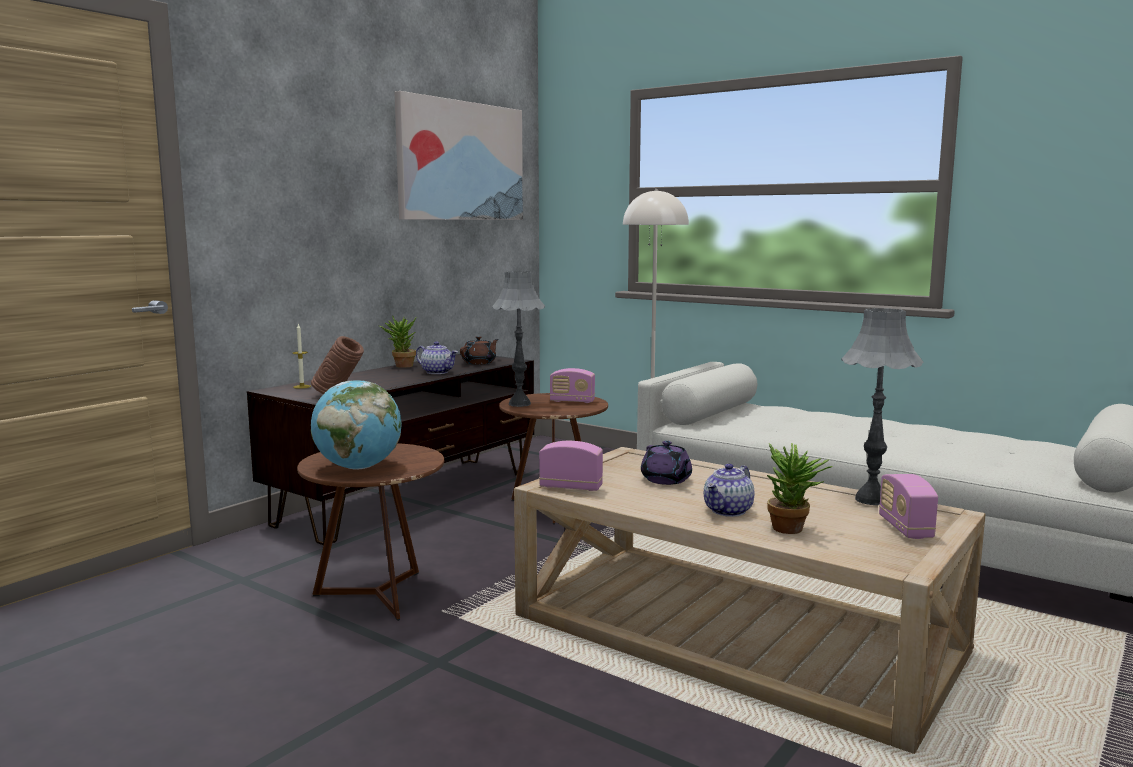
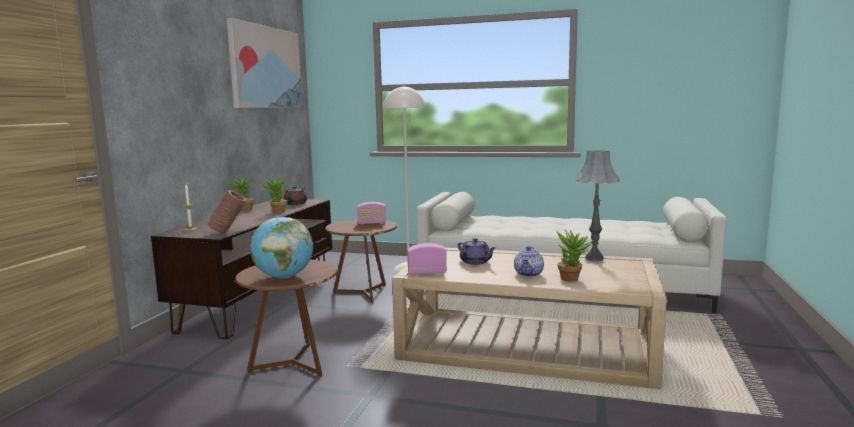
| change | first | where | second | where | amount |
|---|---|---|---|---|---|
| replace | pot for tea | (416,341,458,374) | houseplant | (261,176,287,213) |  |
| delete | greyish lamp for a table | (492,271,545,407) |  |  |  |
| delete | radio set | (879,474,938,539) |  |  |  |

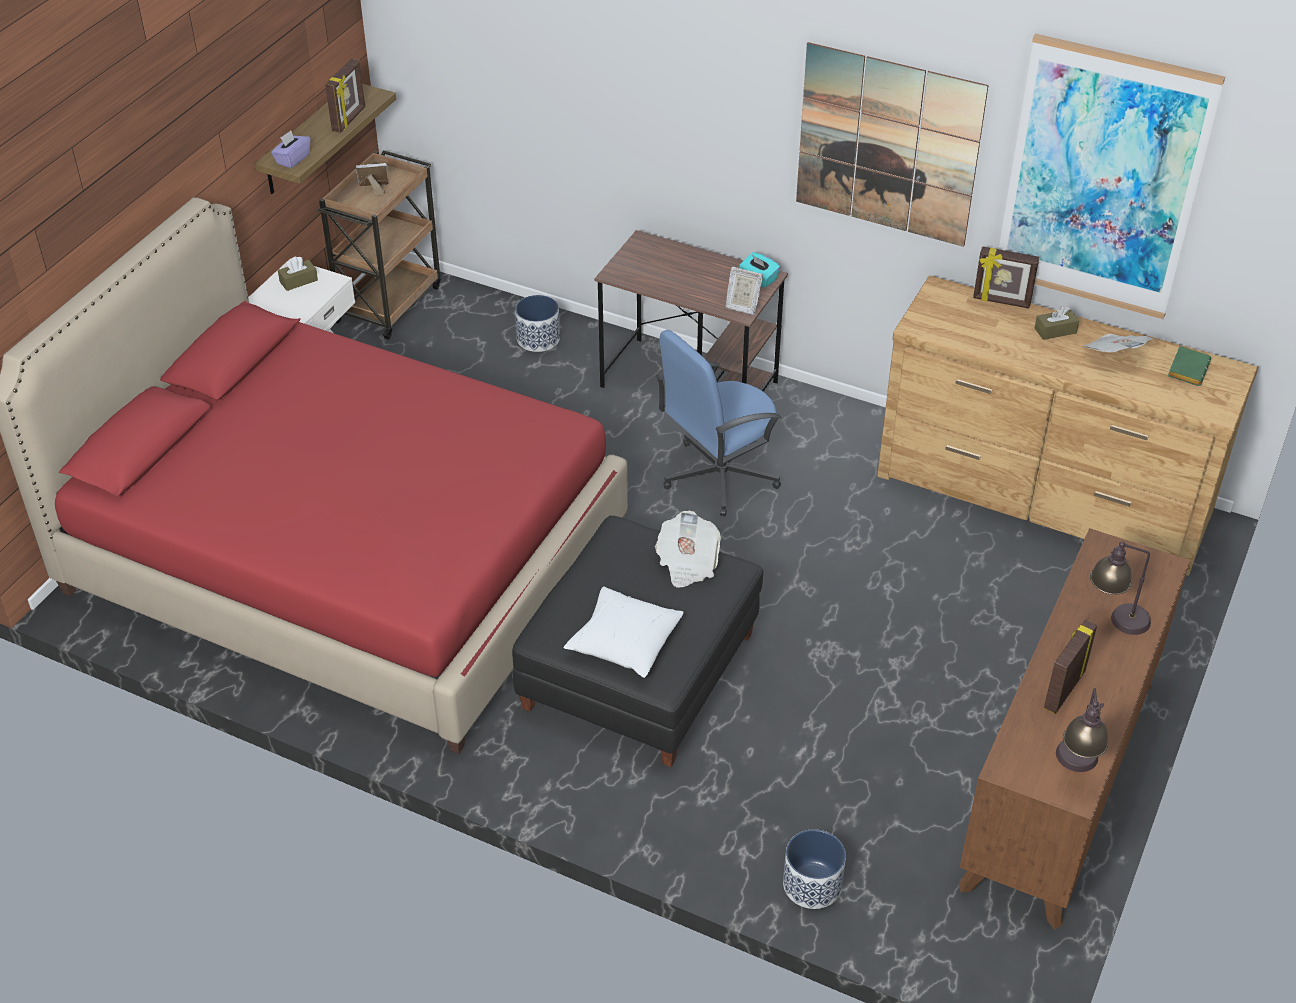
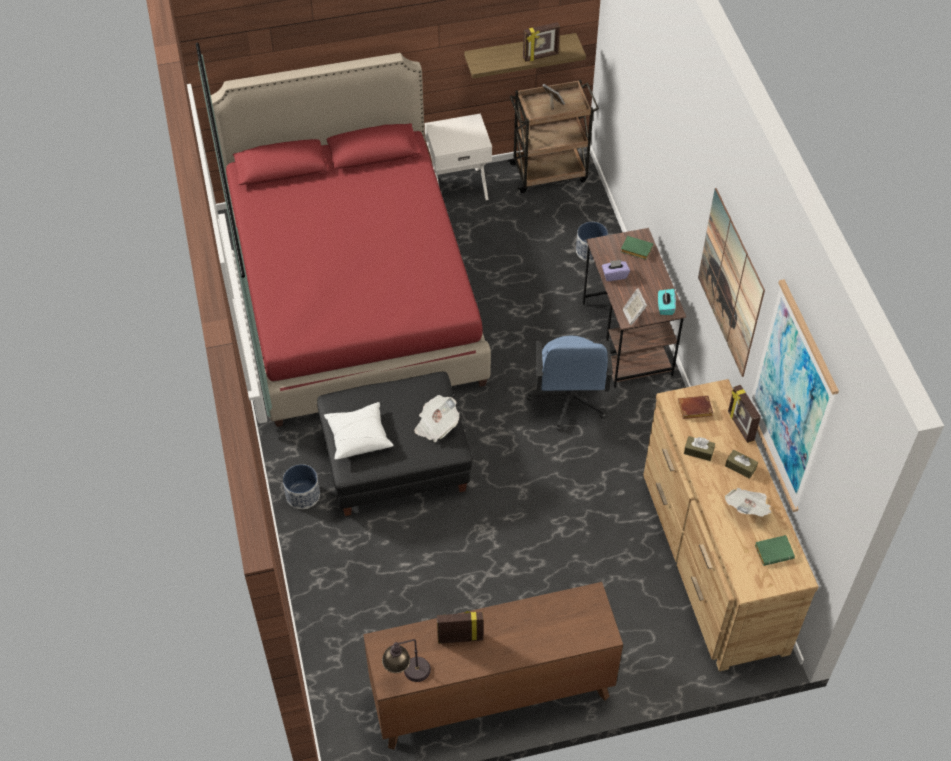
| change | first | where | second | where | amount |
|---|---|---|---|---|---|
| move | purple tissue holder | (271,131,310,168) |  | (602,260,630,281) |  |
| move | brown-coloured tissue holder | (278,256,318,291) |  | (684,436,715,461) |  |
| rotate | bluish desk chair | (656,330,781,517) |  | (527,335,613,431) | 105 degrees counterclockwise |
| move | planter | (783,829,846,909) |  | (283,464,320,509) |  |
| delete | lamp for a table | (1090,541,1151,635) |  |  |  |
| insert |  |  | greenish volume | (621,236,653,260) |  |
| insert |  |  | brown-coloured volume | (678,396,713,419) |  |

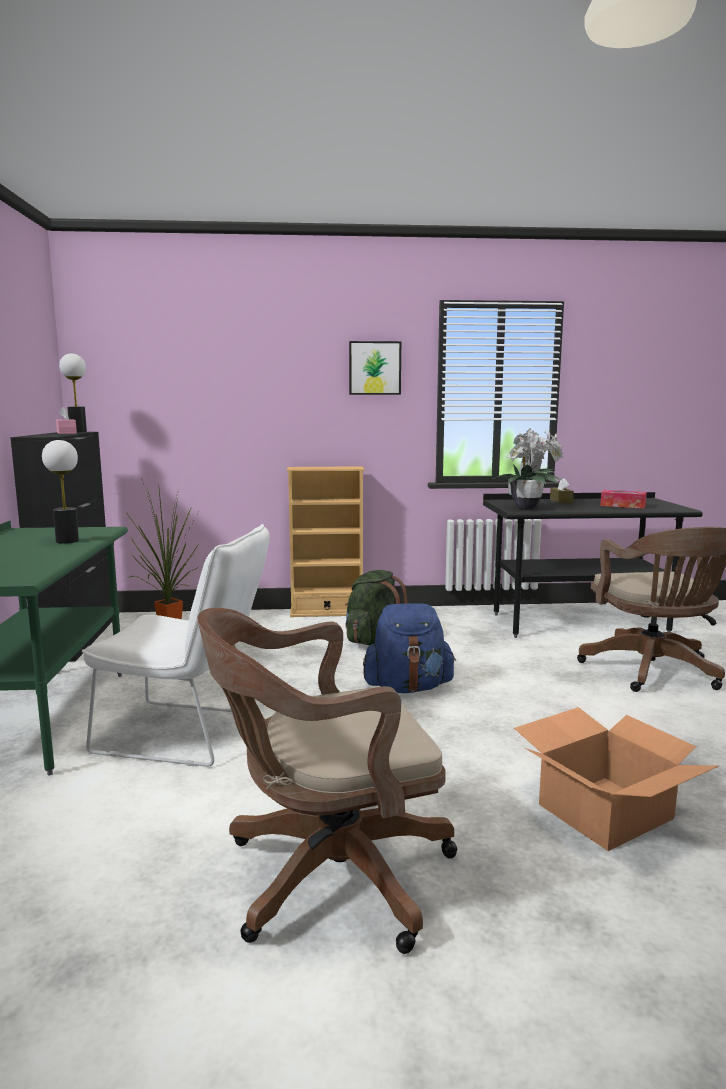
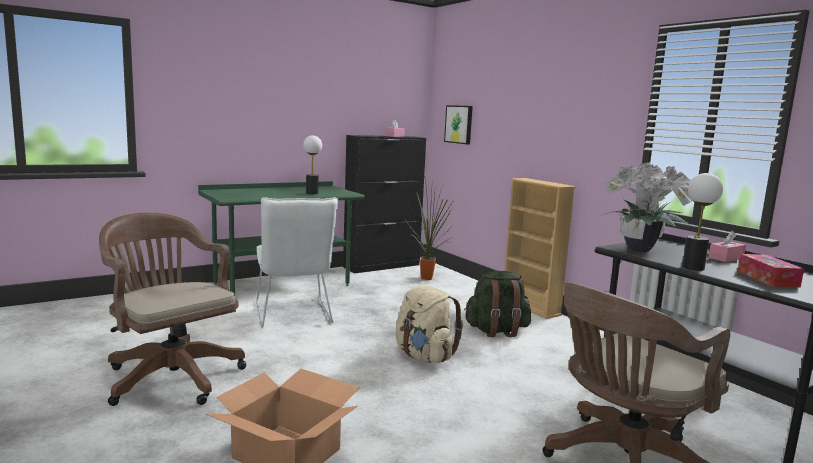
| change | first | where | second | where | amount |
|---|---|---|---|---|---|
| move | lamp for a table | (59,353,87,432) |  | (682,173,723,271) |  |
| move | picture | (349,341,401,395) |  | (444,105,473,144) |  |
| recolor | bluish rucksack | (363,603,456,693) | beige rucksack | (395,286,463,363) |  |
| recolor | brown-coloured tissue holder | (550,478,574,503) | pink-coloured tissue holder | (708,231,746,262) |  |

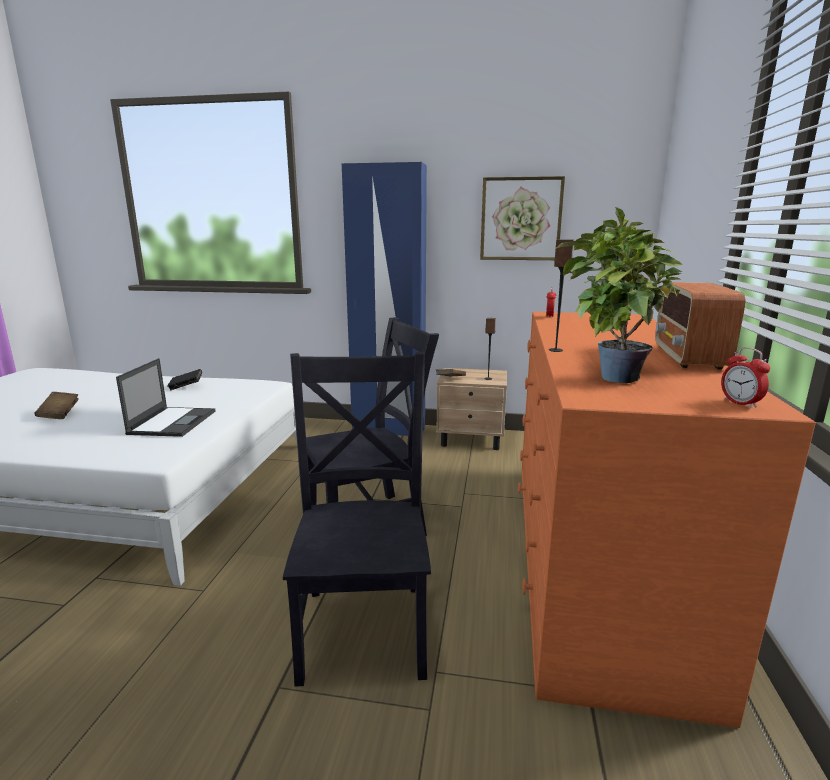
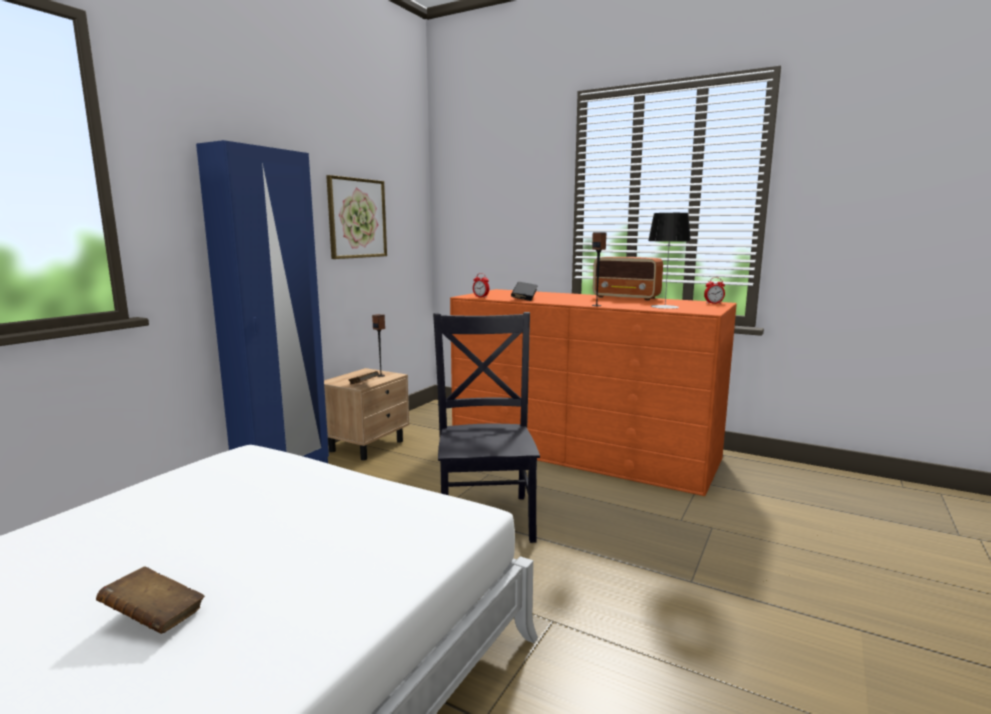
| change | first | where | second | where | amount |
|---|---|---|---|---|---|
| delete | notebook computer | (116,358,215,437) |  |  |  |
| move | black-coloured volume | (168,369,202,390) |  | (511,282,538,301) |  |
| delete | black-coloured upright chair | (283,352,431,687) |  |  |  |
| replace | houseplant | (555,207,683,383) | lamp for a table | (648,213,691,309) |  |

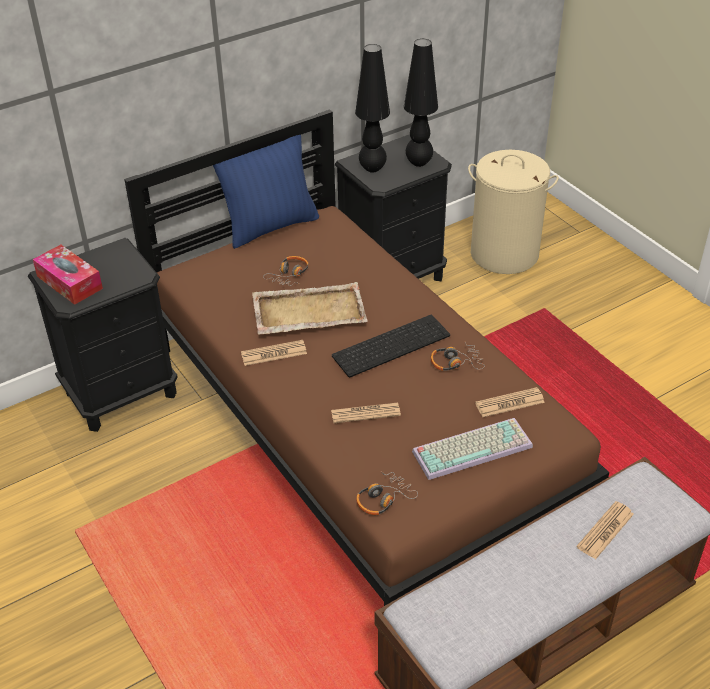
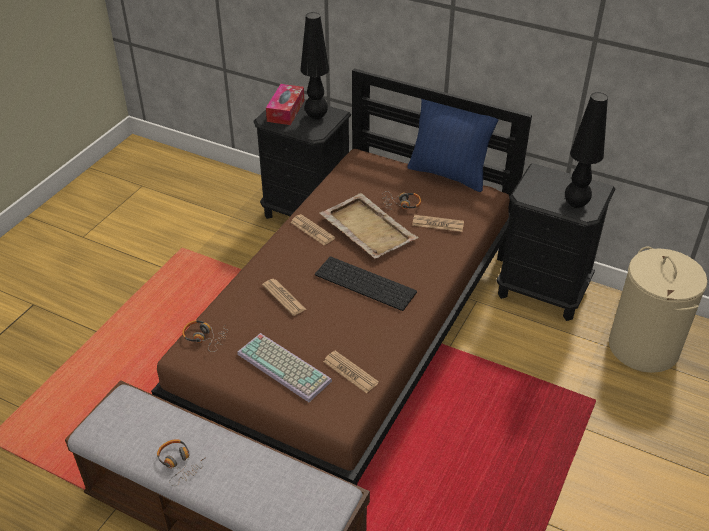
| change | first | where | second | where | amount |
|---|---|---|---|---|---|
| move | black-coloured lamp for a table | (355,44,390,173) |  | (300,12,329,120) |  |
| move | pair of headphones | (431,342,485,371) |  | (157,439,206,486) |  |
| move | daily paper | (576,501,634,559) |  | (412,215,464,232) |  |

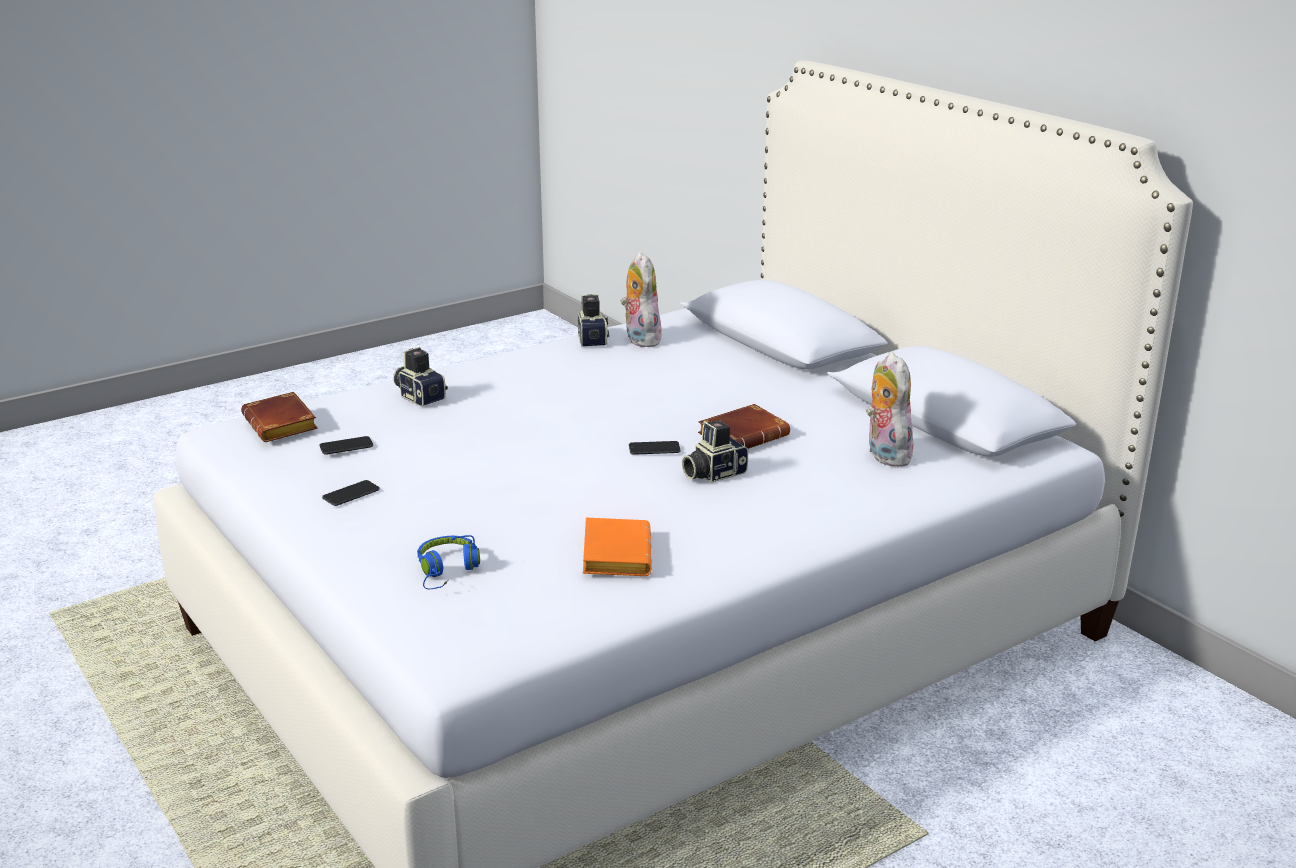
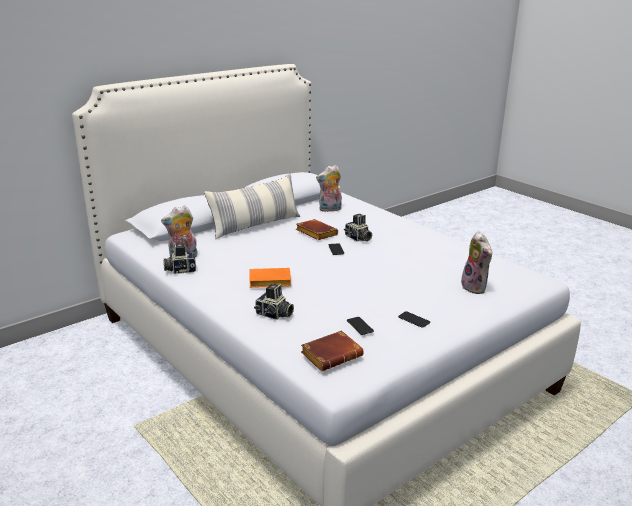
| change | first | where | second | where | amount |
|---|---|---|---|---|---|
| rotate | photo camera | (393,347,448,407) |  | (254,284,294,320) | 105 degrees counterclockwise |
| replace | bluish pair of headphones | (417,535,480,589) | plush toy | (461,231,492,294) |  |
| move | orangey volume | (583,518,652,576) |  | (250,268,291,288) |  |
| insert |  |  | pillow | (204,174,300,240) |  |

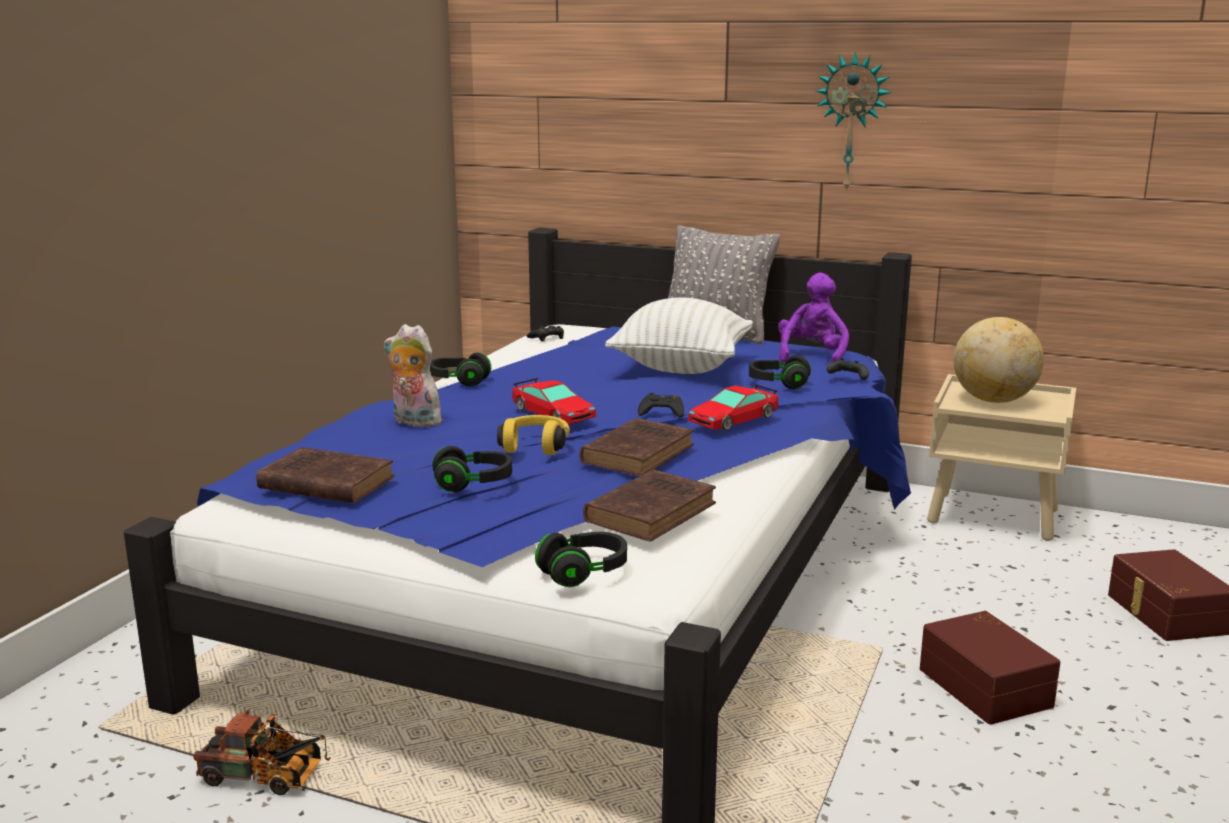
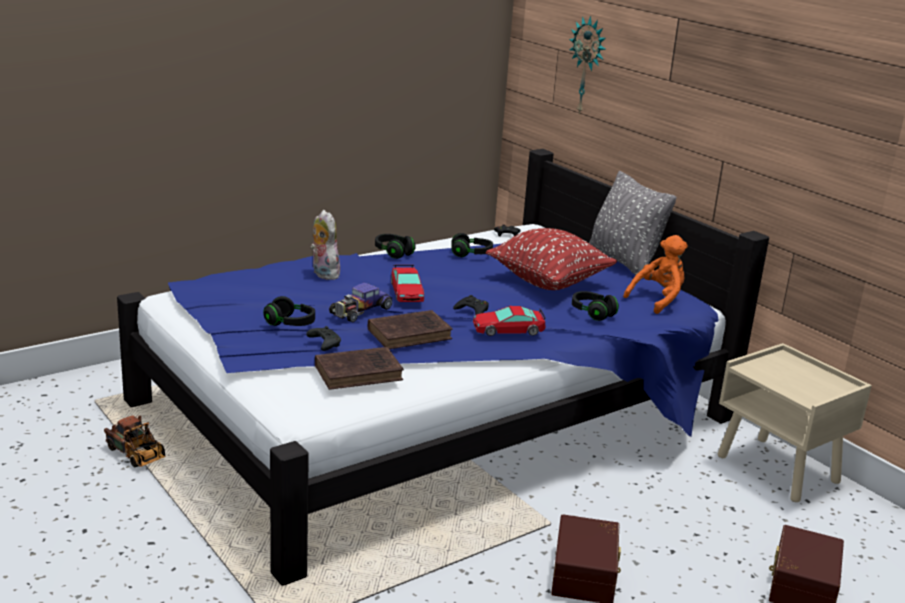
| change | first | where | second | where | amount |
|---|---|---|---|---|---|
| delete | brown-coloured volume | (256,447,394,503) |  |  |  |
| replace | yellow pair of headphones | (497,415,570,455) | model car | (329,283,392,323) |  |
| move | black-coloured pair of headphones | (535,532,627,587) |  | (451,233,493,257) |  |
| recolor | white-coloured pillow | (605,297,753,374) | reddish pillow | (486,228,617,290) |  |
| recolor | purple plush toy | (778,273,849,363) | orangey plush toy | (623,235,688,314) |  |
| move | hanging clock | (816,51,891,192) |  | (569,16,606,115) |  |
| move | black-coloured game controller | (827,358,869,380) |  | (306,326,341,351) |  |
| delete | desk globe | (954,317,1044,403) |  |  |  |

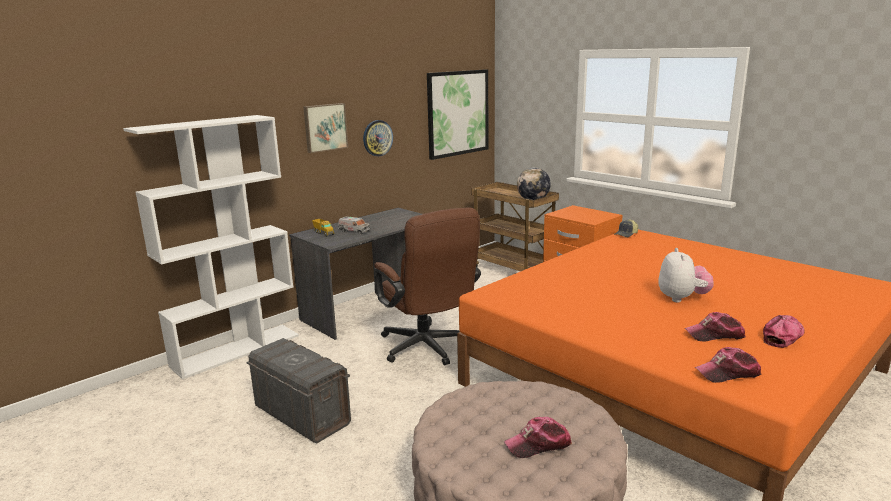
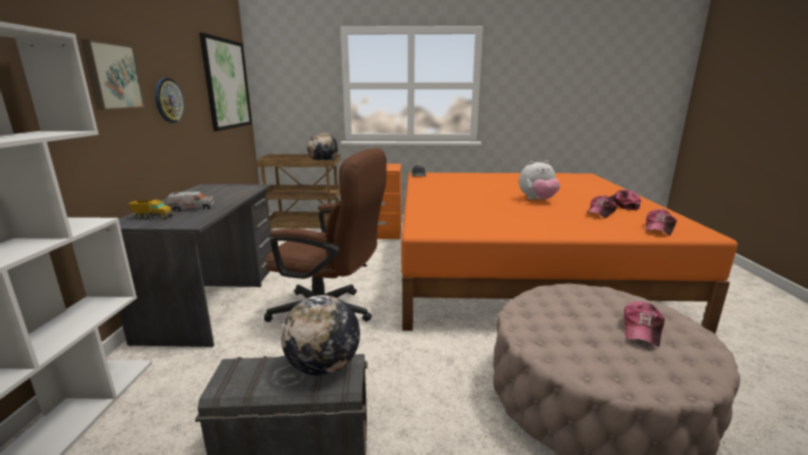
| change | first | where | second | where | amount |
|---|---|---|---|---|---|
| rotate | plush toy | (658,248,714,303) |  | (519,161,560,200) | 120 degrees clockwise |
| insert |  |  | desk globe | (281,295,360,376) |  |

